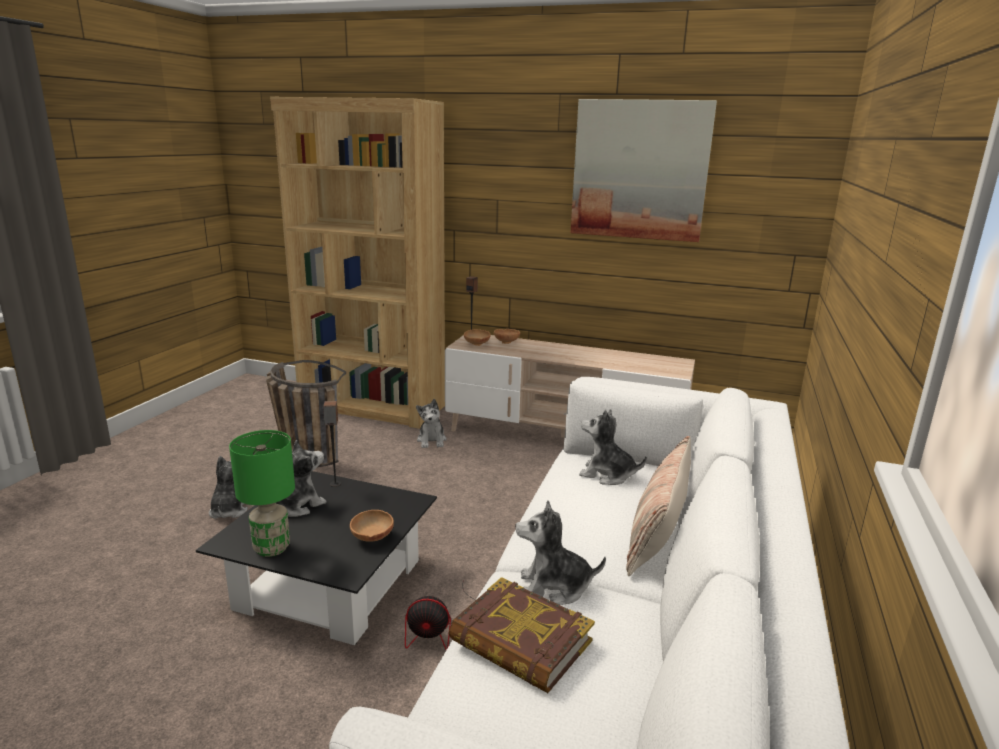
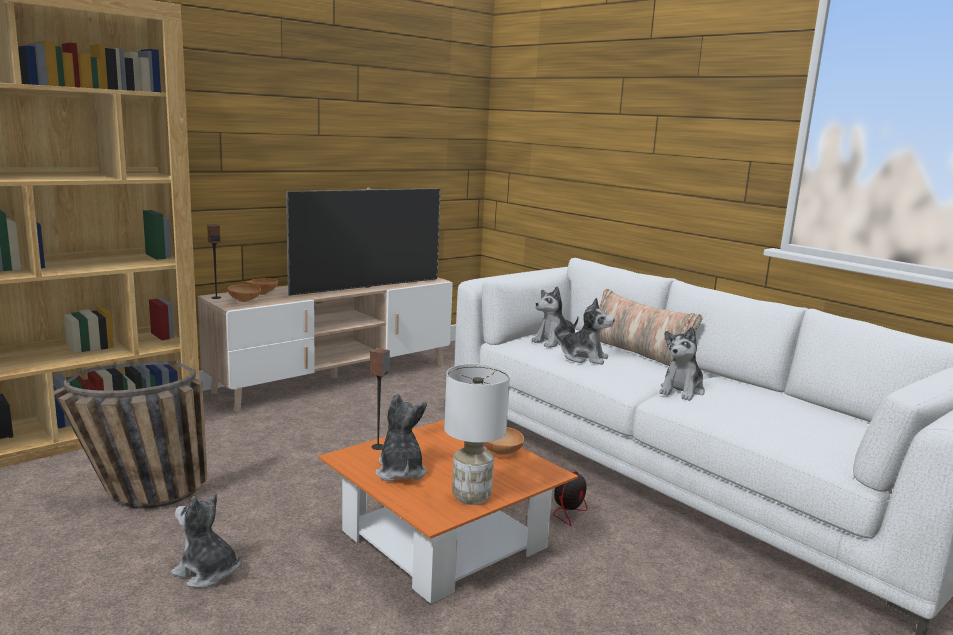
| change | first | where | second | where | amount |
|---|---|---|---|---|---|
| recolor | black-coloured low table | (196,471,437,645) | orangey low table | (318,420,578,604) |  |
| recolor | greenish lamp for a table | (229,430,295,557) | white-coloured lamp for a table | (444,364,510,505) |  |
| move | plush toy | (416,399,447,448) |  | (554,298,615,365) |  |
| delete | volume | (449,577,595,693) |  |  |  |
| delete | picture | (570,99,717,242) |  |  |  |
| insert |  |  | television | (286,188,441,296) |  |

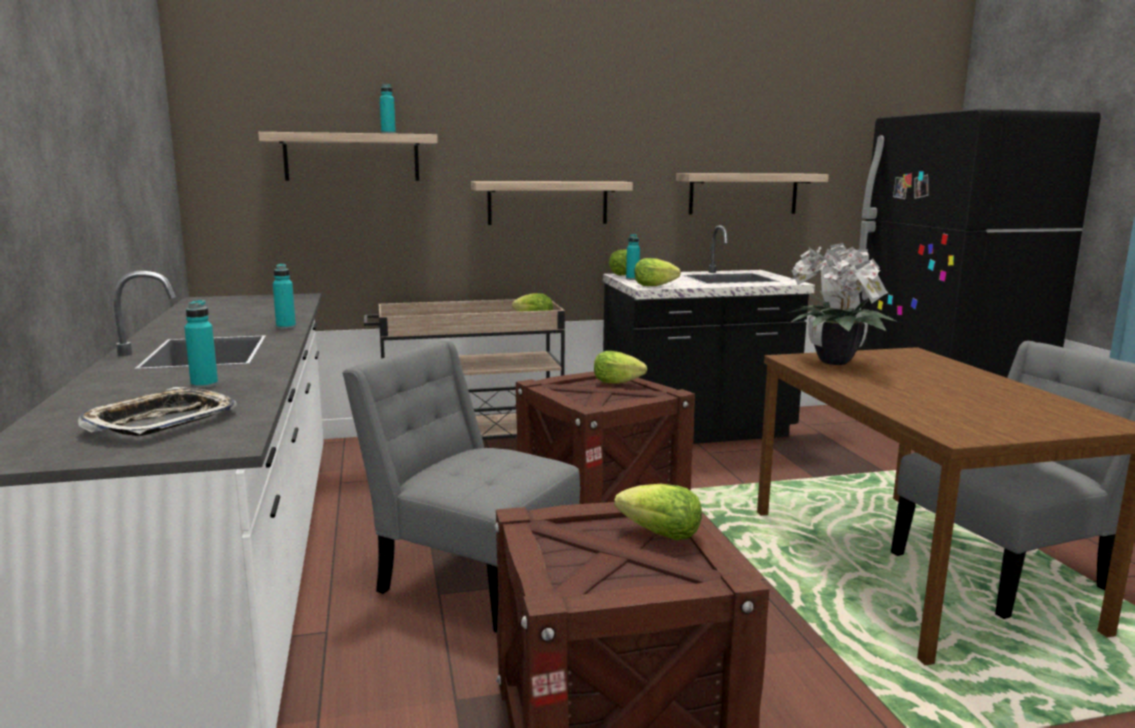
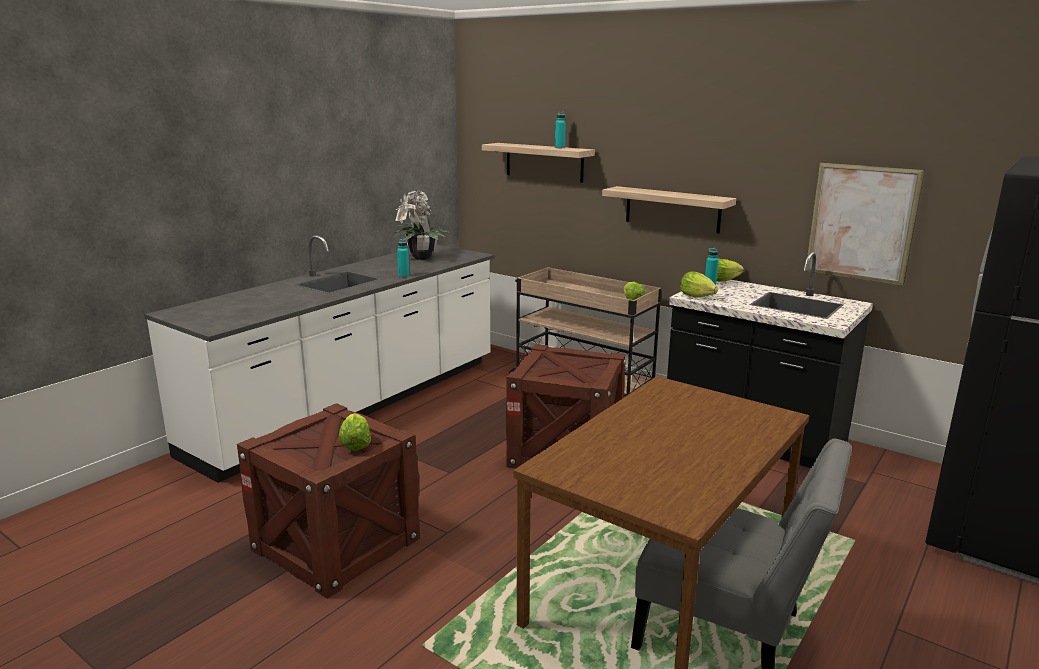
| change | first | where | second | where | amount |
|---|---|---|---|---|---|
| delete | carrying tray | (78,387,237,436) |  |  |  |
| delete | turquoise-coloured drink bottle | (184,300,218,388) |  |  |  |
| delete | greyish upright chair | (342,341,580,633) |  |  |  |
| delete | head of lettuce | (594,351,647,384) |  |  |  |
| replace | shelf | (676,173,829,215) | picture | (807,162,925,285) |  |
| move | houseplant | (788,243,896,365) |  | (394,190,448,260) |  |

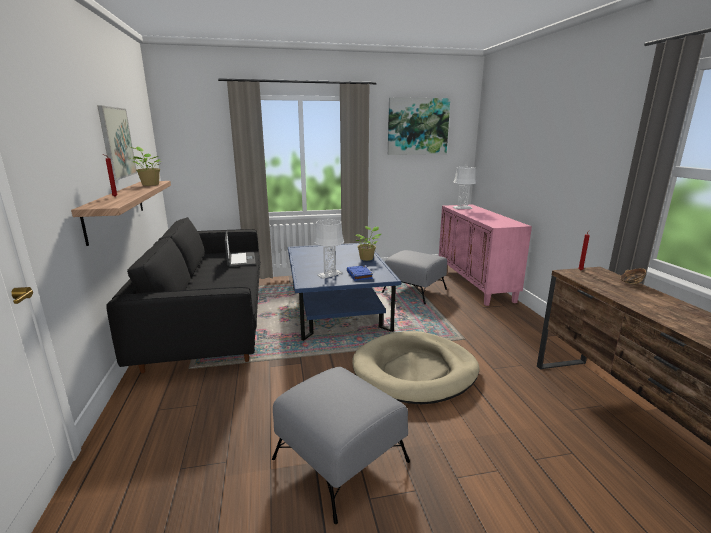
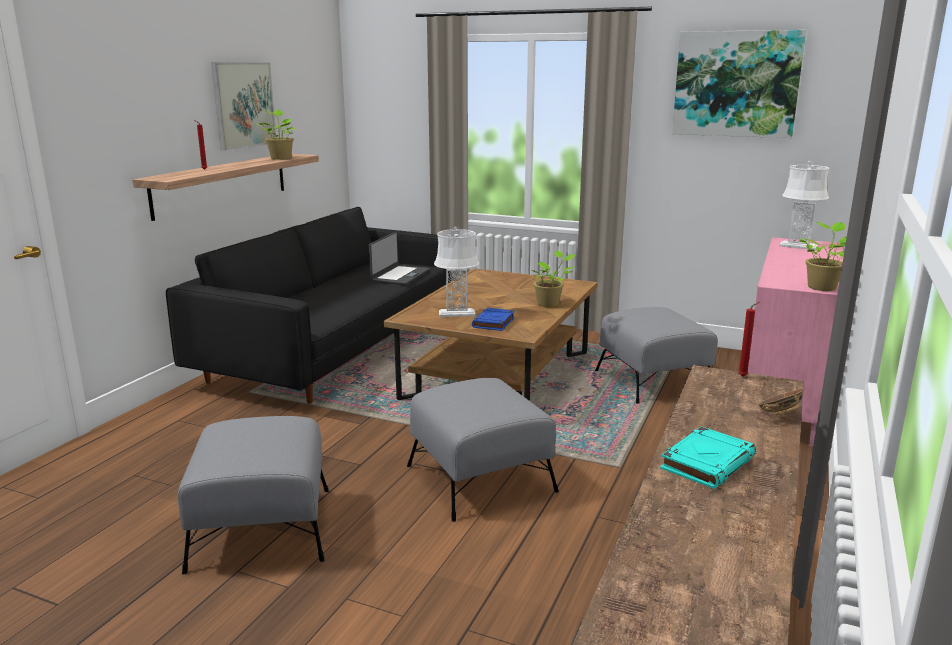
| change | first | where | second | where | amount |
|---|---|---|---|---|---|
| recolor | bluish low table | (288,243,401,341) | brown-coloured low table | (384,269,597,401) |  |
| replace | beige dog bed | (352,331,479,405) | greyish footrest | (407,378,559,522) |  |
| insert |  |  | turquoise-coloured volume | (660,426,756,489) |  |
| insert |  |  | houseplant | (799,222,847,291) |  |

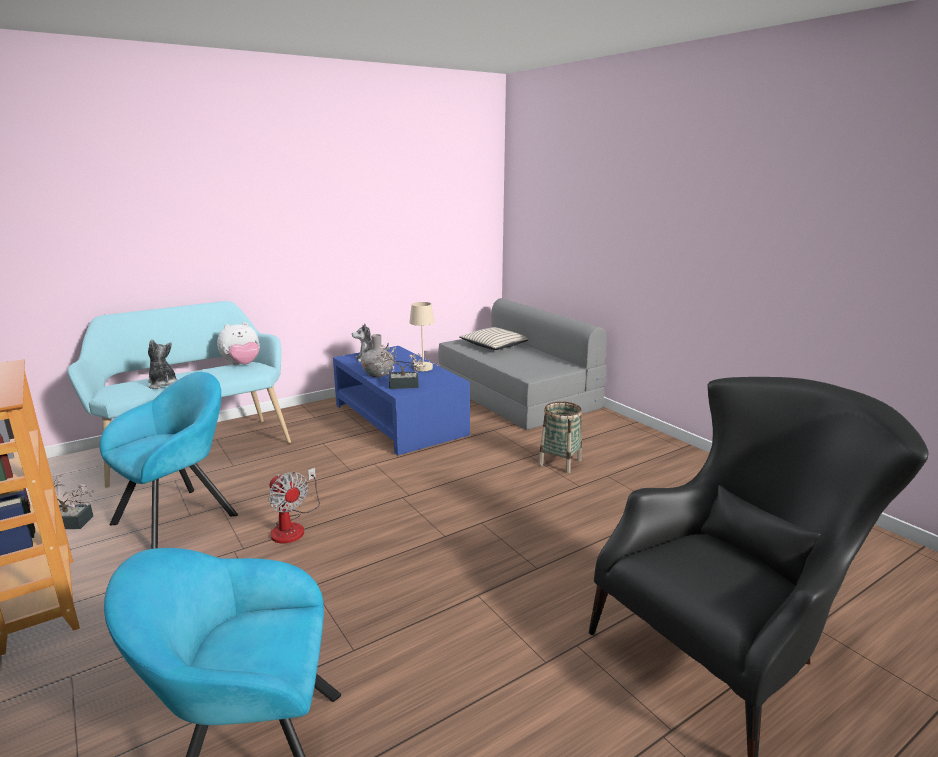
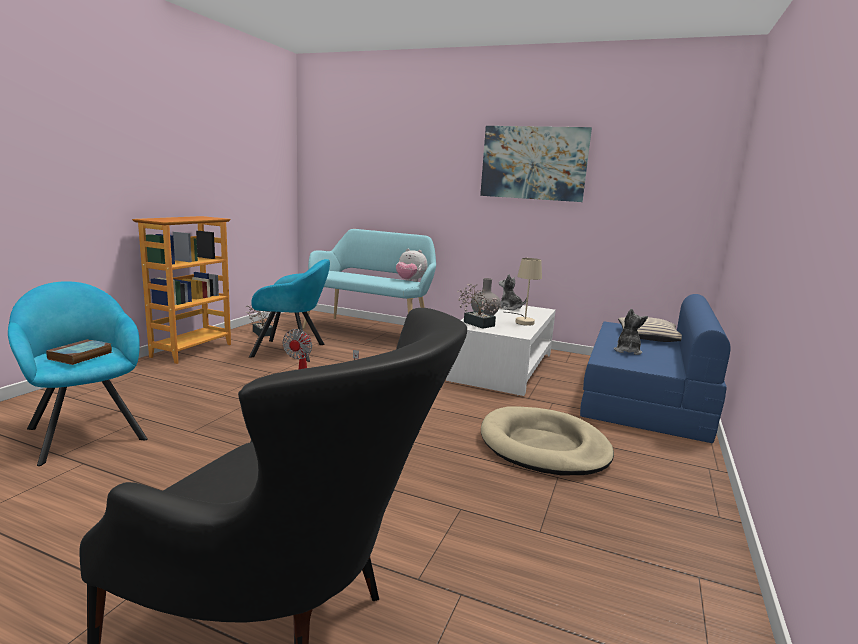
| change | first | where | second | where | amount |
|---|---|---|---|---|---|
| move | plush toy | (147,339,178,389) |  | (614,308,648,355) |  |
| recolor | bluish low table | (333,346,470,455) | white-coloured low table | (446,305,556,396) |  |
| recolor | greyish sofa | (438,298,607,430) | bluish sofa | (580,294,730,443) |  |
| replace | storage basket | (538,401,582,473) | beige dog bed | (481,406,614,476) |  |
| insert |  |  | volume | (46,339,113,365) |  |
| insert |  |  | picture | (480,126,592,202) |  |

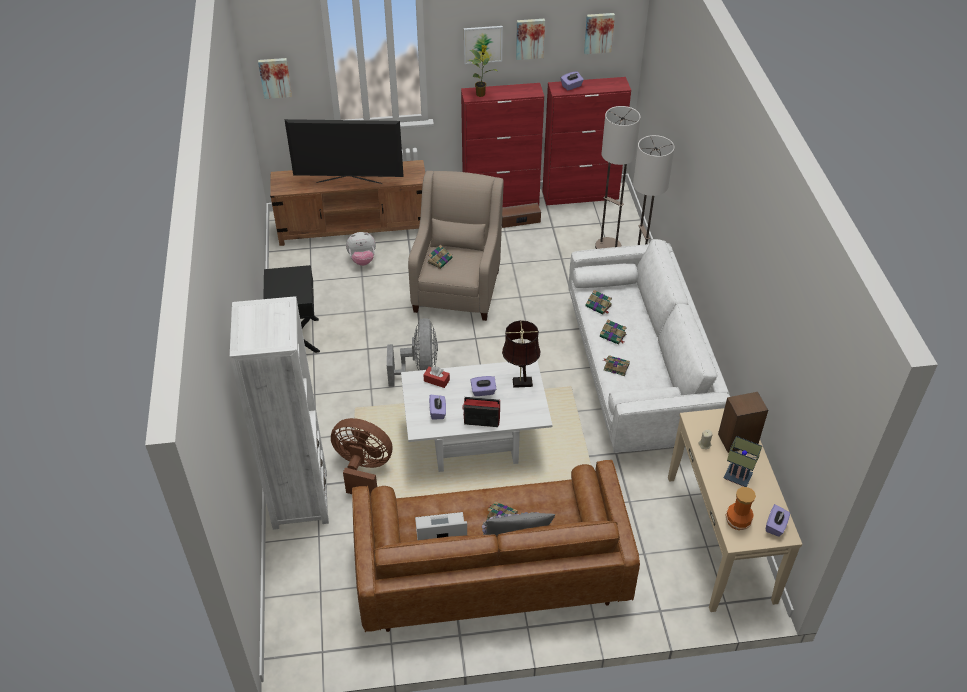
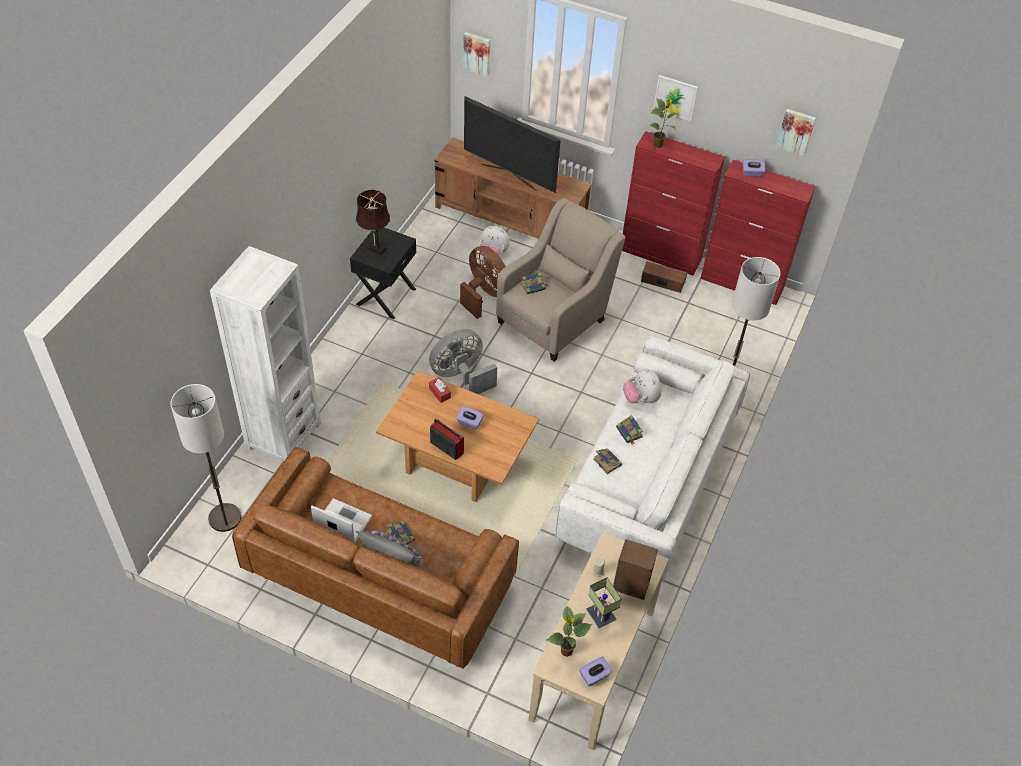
| change | first | where | second | where | amount |
|---|---|---|---|---|---|
| move | brown-coloured electric fan | (331,418,392,494) |  | (460,246,506,319) |  |
| rotate | greyish electric fan | (387,318,438,387) |  | (429,329,497,394) | 150 degrees counterclockwise |
| recolor | white-coloured low table | (401,360,553,472) | brown-coloured low table | (376,371,539,502) |  |
| delete | purple tissue holder | (429,394,446,420) |  |  |  |
| move | brown-coloured lamp for a table | (502,320,541,388) |  | (356,190,390,255) |  |
| delete | picture | (516,19,545,60) |  |  |  |
| replace | volume | (585,290,612,315) | plush toy | (623,368,661,404) |  |
| move | standing lamp | (595,106,641,249) |  | (171,384,241,532) |  |
| replace | decorative vase | (725,487,756,530) | houseplant | (547,606,592,657) |  |

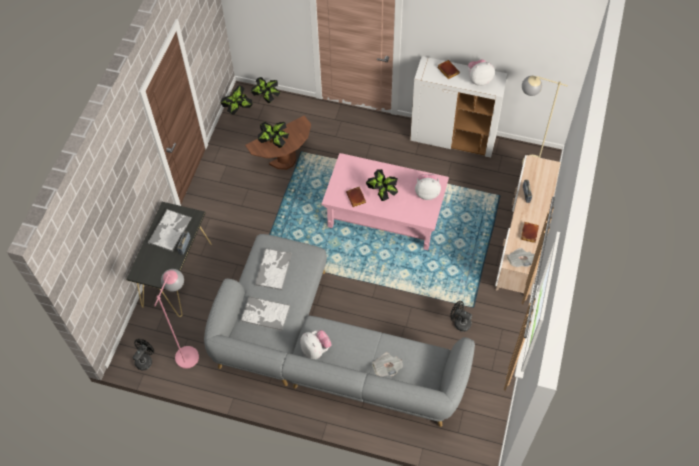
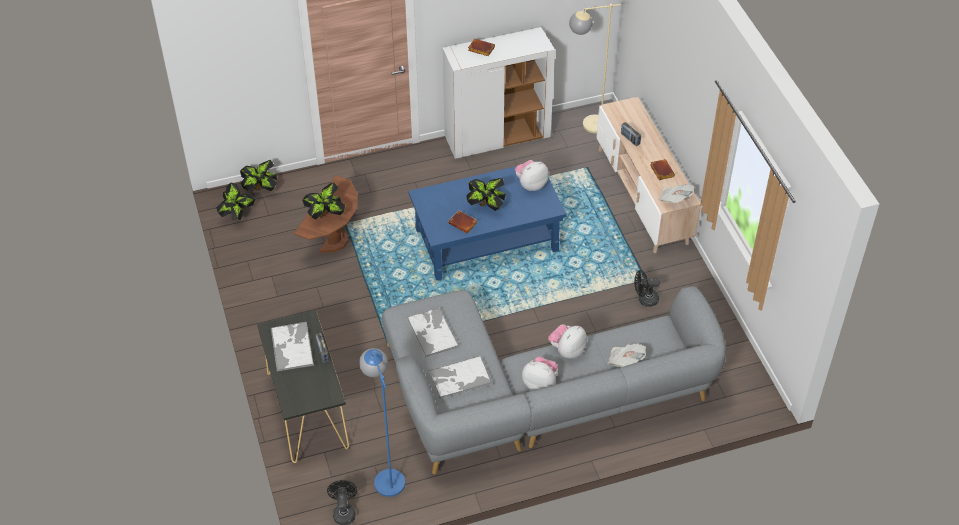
| change | first | where | second | where | amount |
|---|---|---|---|---|---|
| recolor | pink-coloured standing lamp | (154,269,199,369) | bluish standing lamp | (359,348,405,497) |  |
| recolor | pink-coloured low table | (322,153,449,250) | bluish low table | (408,161,567,281) |  |
| move | plush toy | (468,59,495,86) |  | (548,324,587,359) |  |

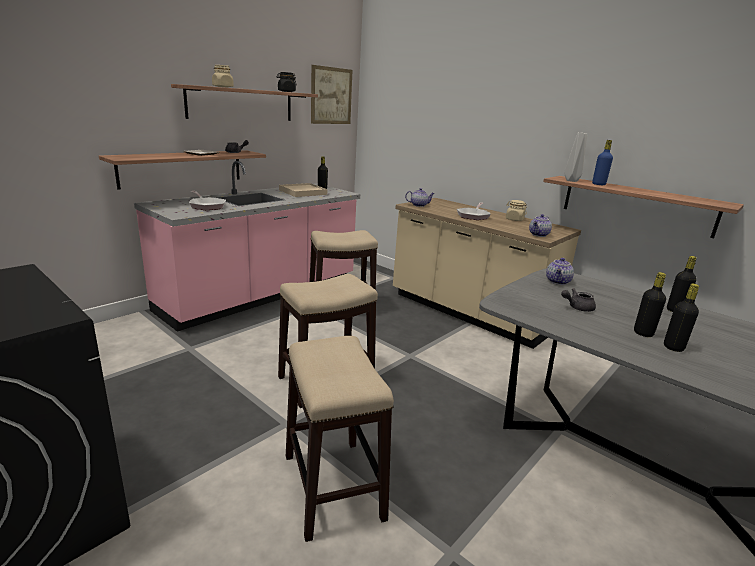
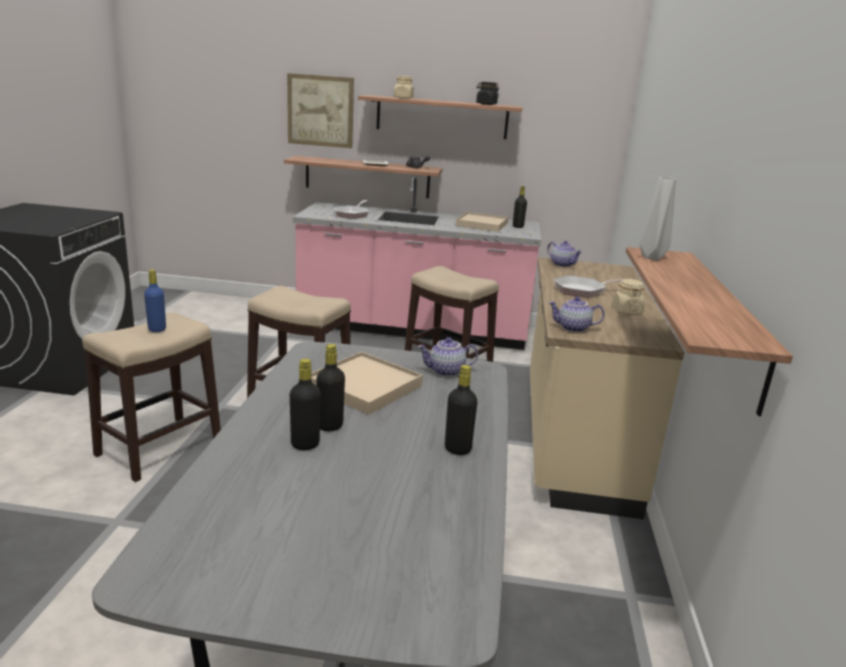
| change | first | where | second | where | amount |
|---|---|---|---|---|---|
| move | picture | (311,65,352,124) |  | (287,73,354,148) |  |
| replace | greyish pot for tea | (561,288,596,312) | beige carrying tray | (311,352,423,415) |  |
| move | bluish drink bottle | (592,140,613,185) |  | (144,270,166,332) |  |

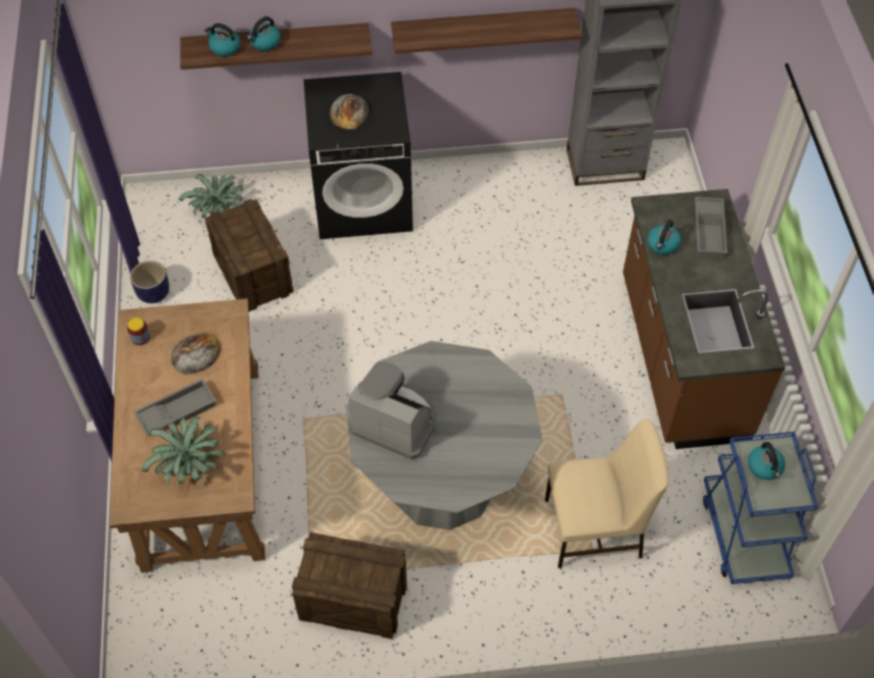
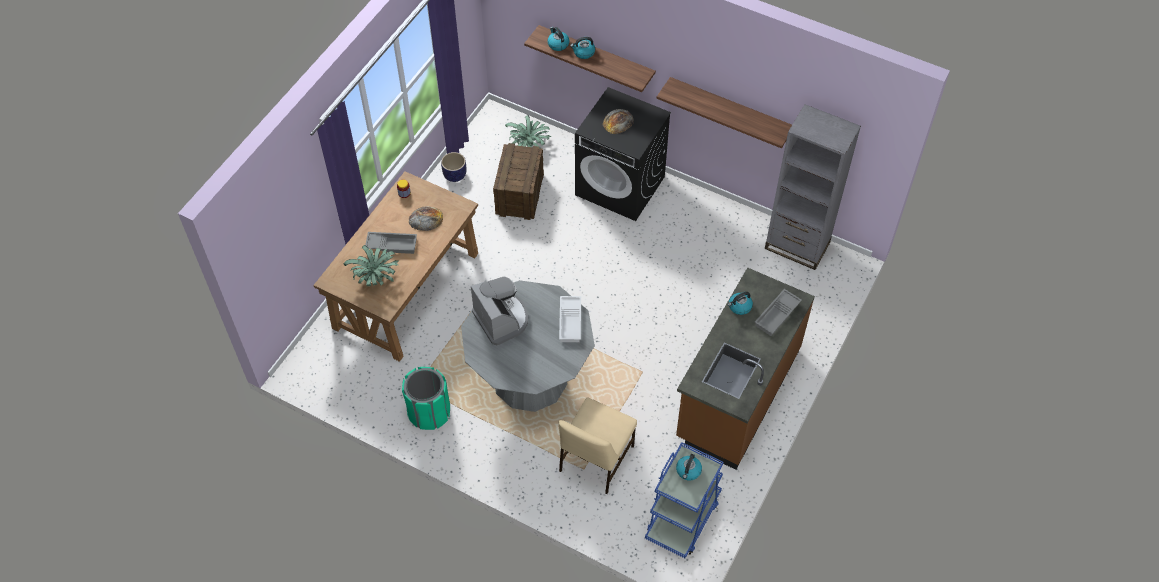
| change | first | where | second | where | amount |
|---|---|---|---|---|---|
| replace | crate | (292,532,407,639) | greenish trash can | (402,367,450,430) |  |
| rotate | beige upright chair | (545,419,669,568) |  | (559,398,637,494) | 90 degrees clockwise |
| insert |  |  | white-coloured carrying tray | (559,296,581,342) |  |

